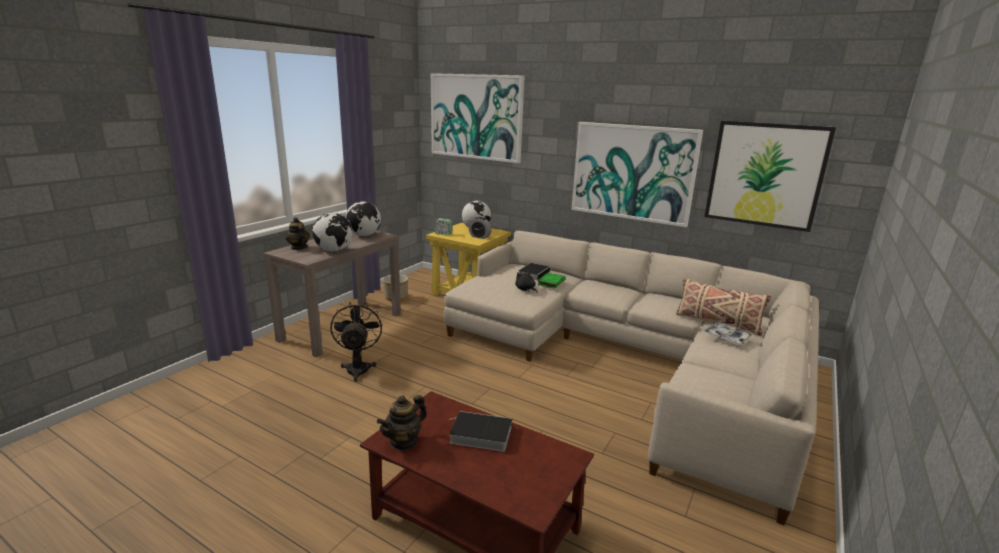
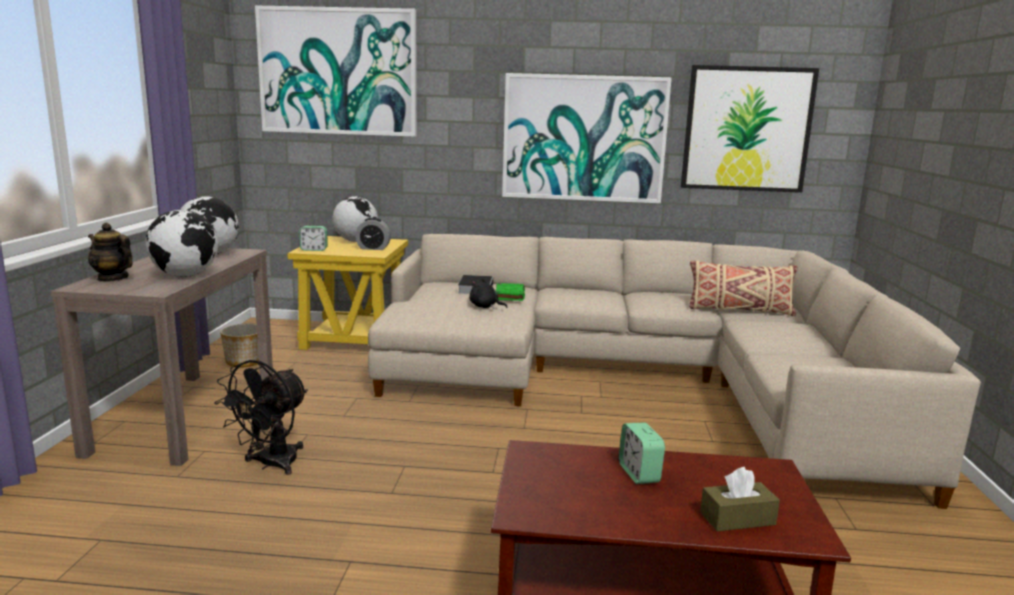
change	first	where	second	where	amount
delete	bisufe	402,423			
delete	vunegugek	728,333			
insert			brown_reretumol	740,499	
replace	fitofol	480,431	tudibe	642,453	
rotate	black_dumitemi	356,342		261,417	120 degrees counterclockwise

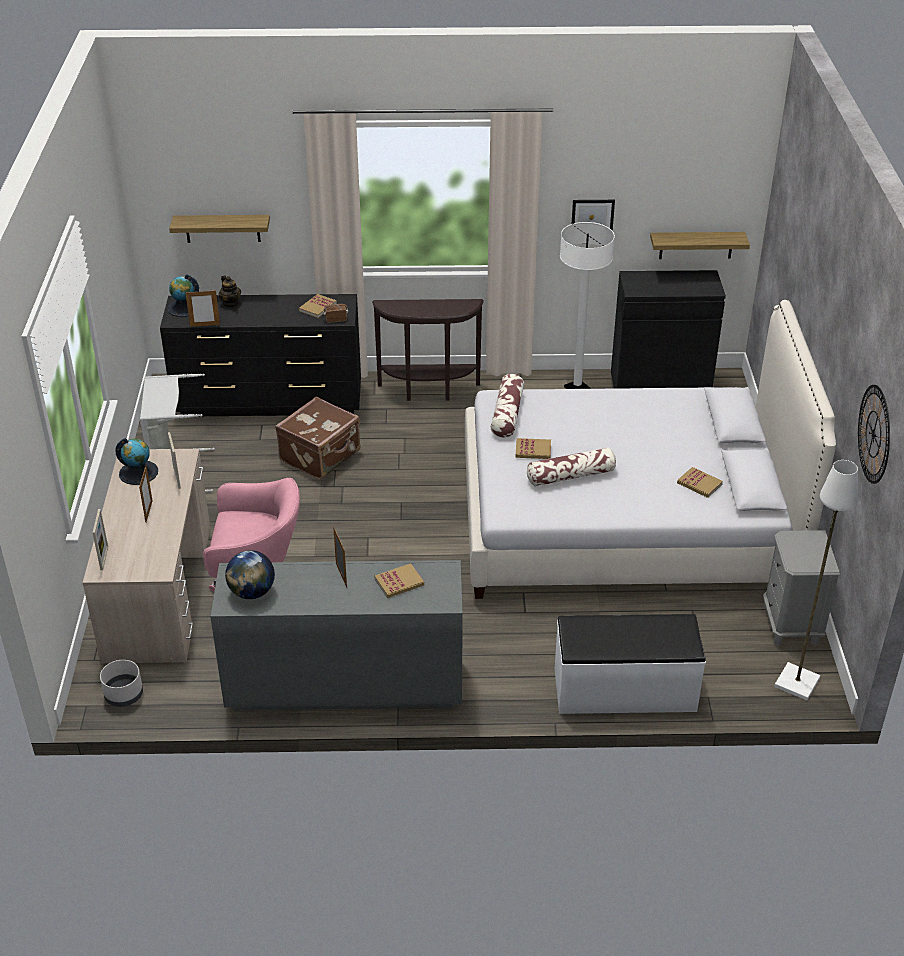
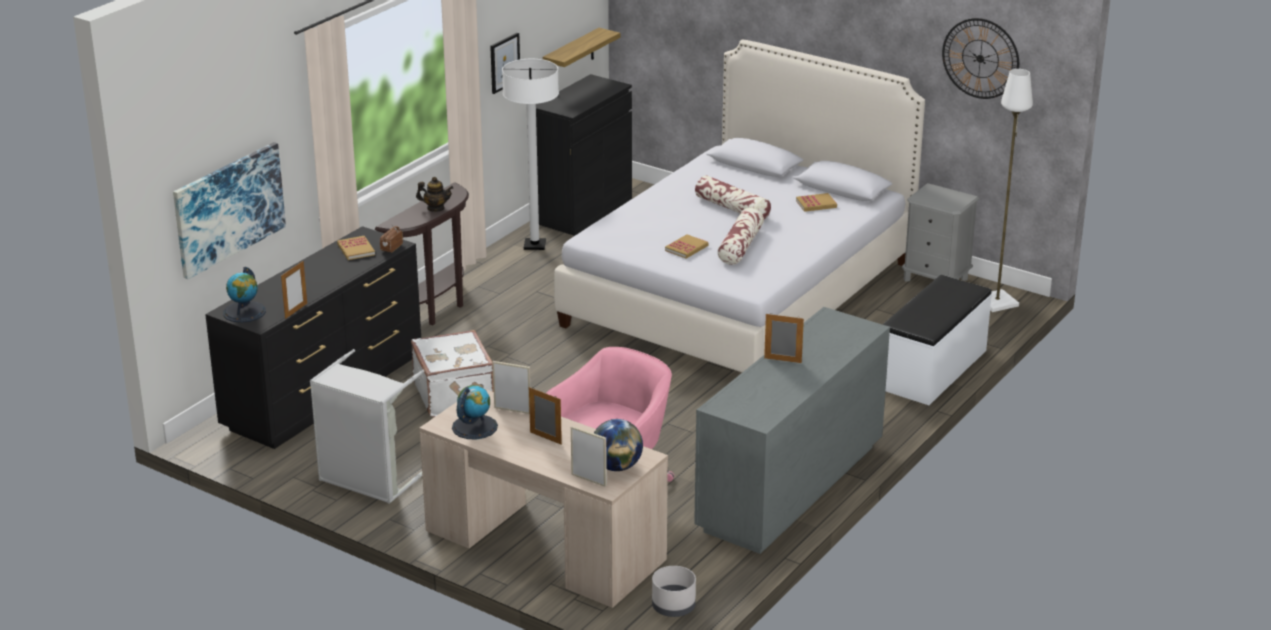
change	first	where	second	where	amount
delete	fitofol	399,580			
move	bisufe	230,291		434,194	
move	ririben	250,574		618,445	
move	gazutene	507,406		733,197	
replace	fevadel	219,229	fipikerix	229,210	
recolor	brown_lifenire	317,438	white_lifenire	452,373	

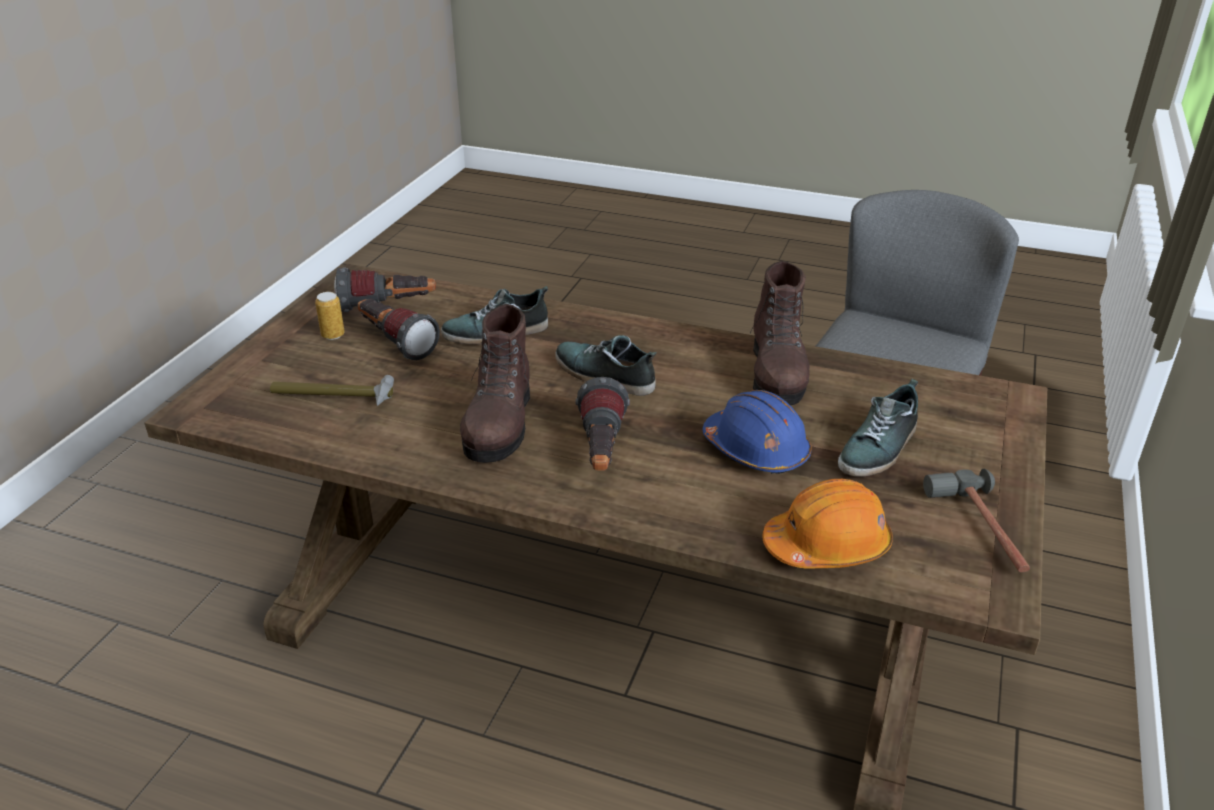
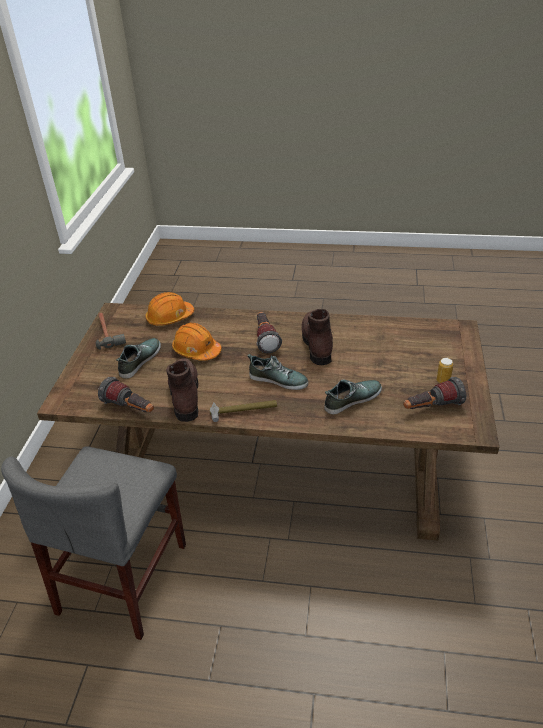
change	first	where	second	where	amount
move	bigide	332,390		243,411	
move	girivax	399,329		126,394	
recolor	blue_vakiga	757,432	orange_vakiga	197,342	

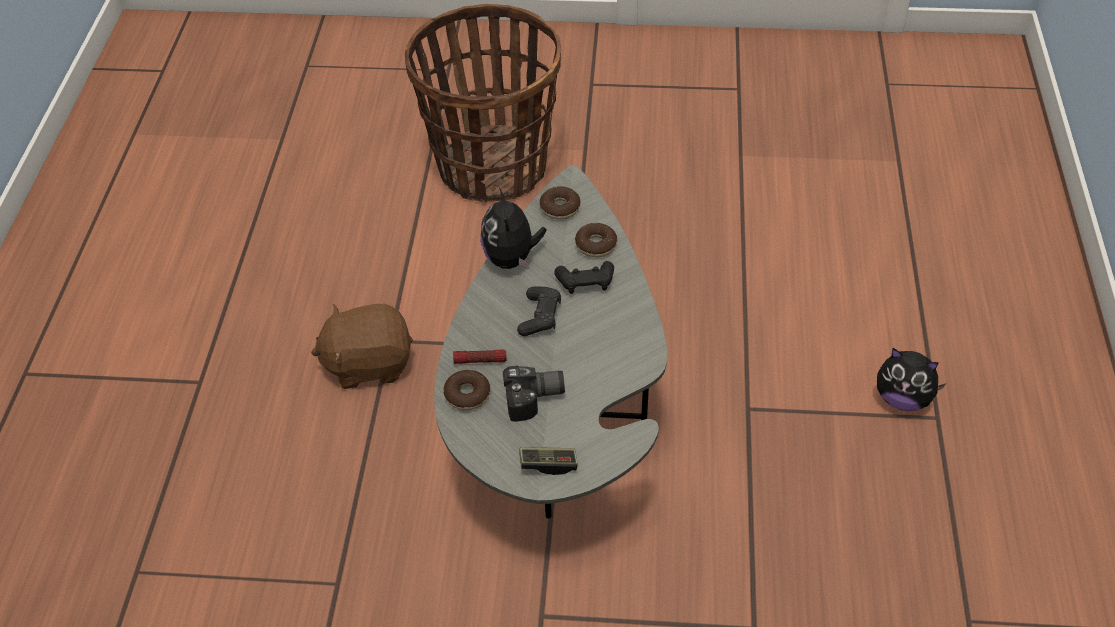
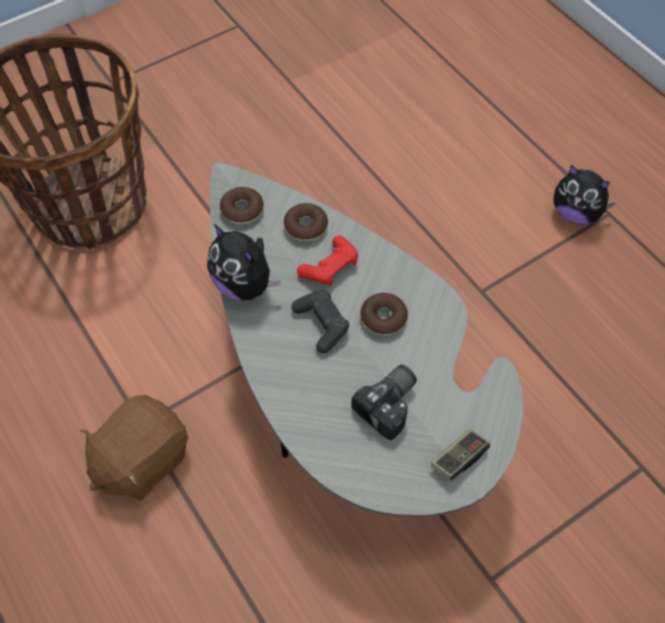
change	first	where	second	where	amount
delete	girivax	480,356			
move	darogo	467,390		384,314	
recolor	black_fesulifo	584,277	red_fesulifo	327,261	
rotate	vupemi	911,379		584,195	45 degrees clockwise

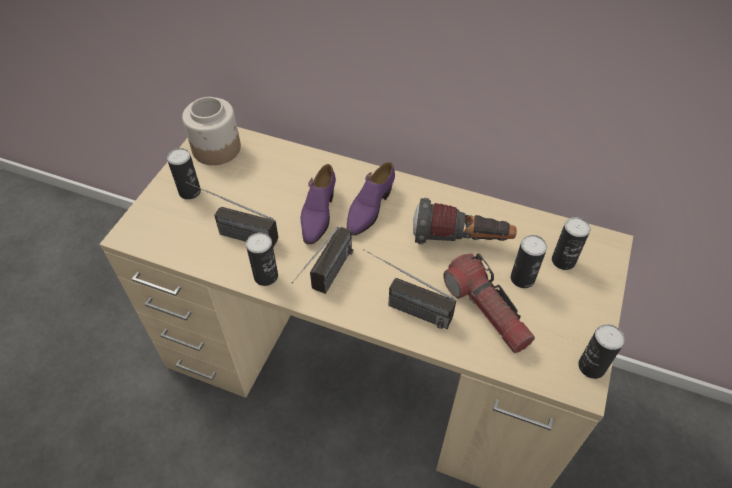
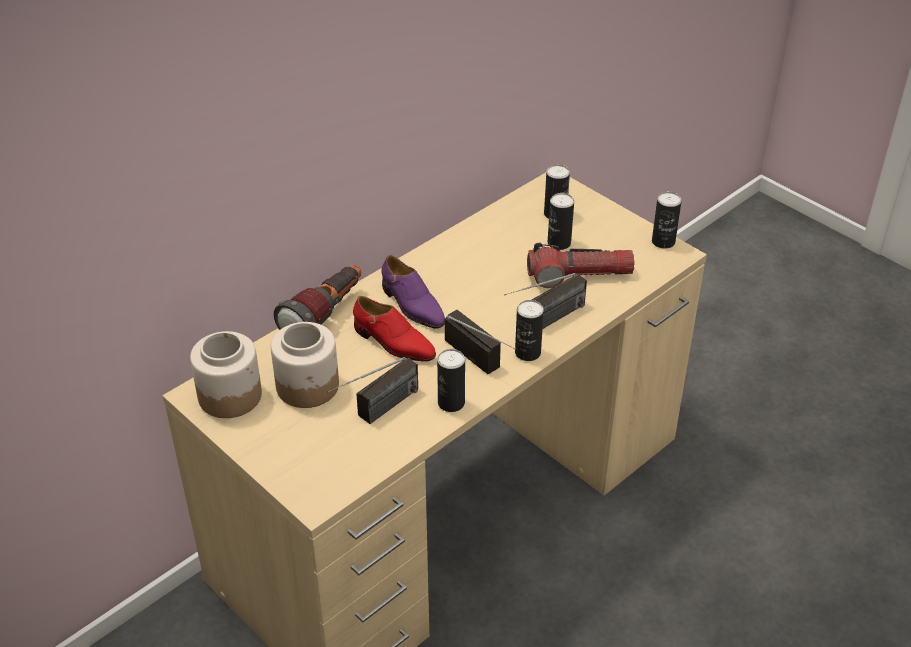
change	first	where	second	where	amount
insert			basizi	305,365	
move	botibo	184,174		529,330	
move	girivax	465,221		317,297	
recolor	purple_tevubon	318,204	red_tevubon	394,329	

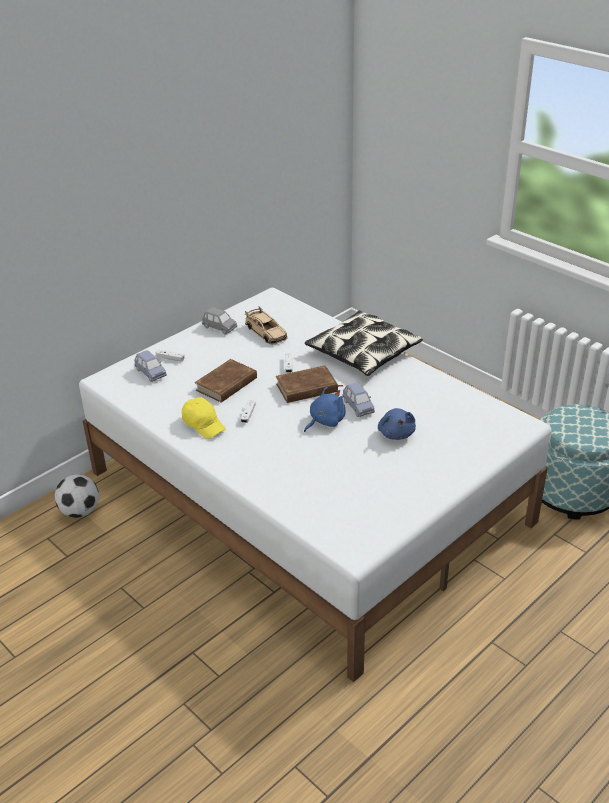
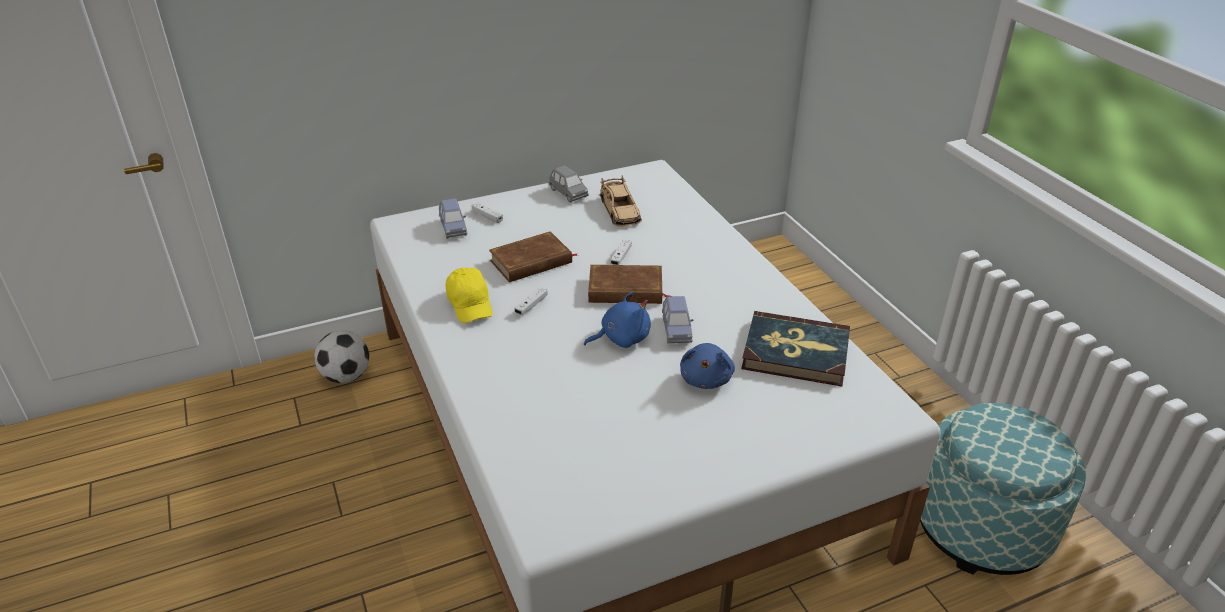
change	first	where	second	where	amount
delete	gazutene	364,343			
insert			fitofol	795,349	

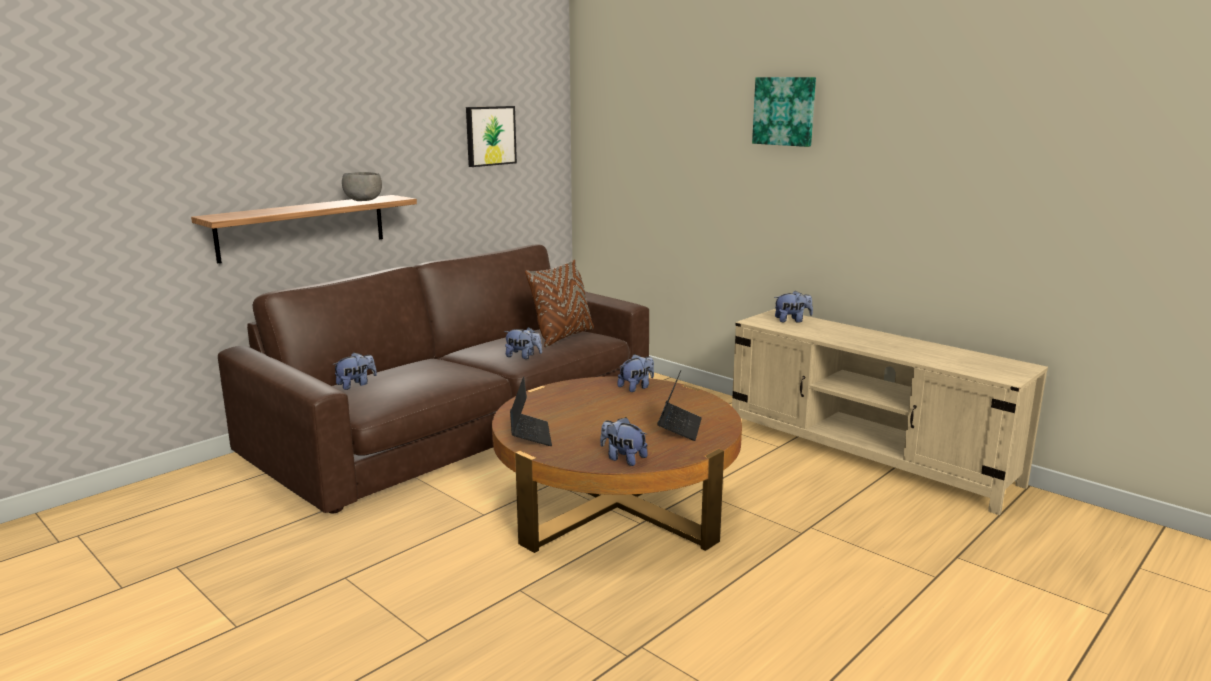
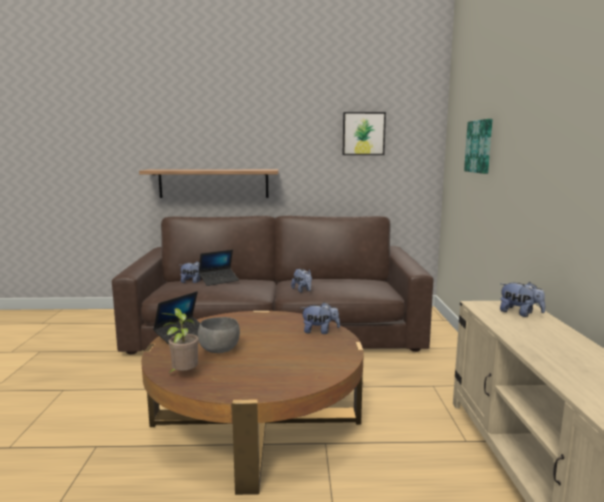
change	first	where	second	where	amount
delete	brown_gazutene	559,303			
move	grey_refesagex	362,186		219,335	
move	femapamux	679,405		218,268	
move	fipikerix	784,112		478,146	
replace	vupemi	624,441	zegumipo	180,341	

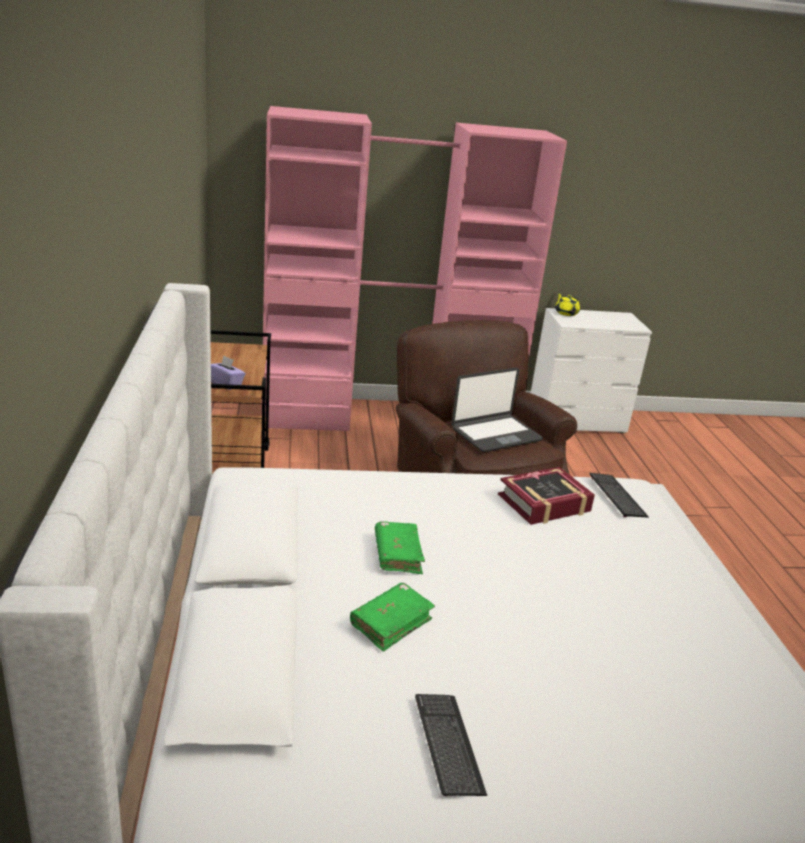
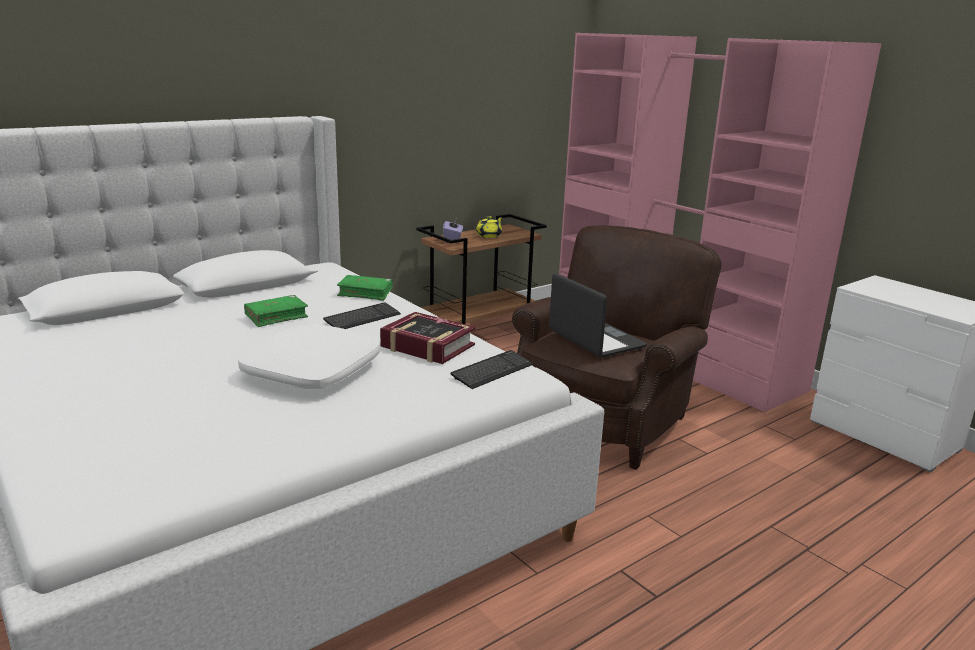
change	first	where	second	where	amount
insert			white_gazutene	309,356	
move	green_fitofol	392,617		365,288	
move	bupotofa	451,745		362,315	
move	yellow_bisufe	567,304		489,227	
rotate	femapamux	497,410		598,315	150 degrees counterclockwise

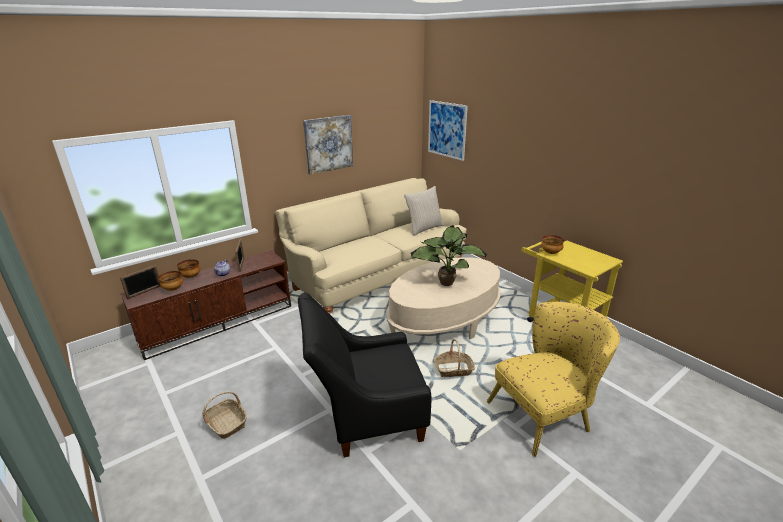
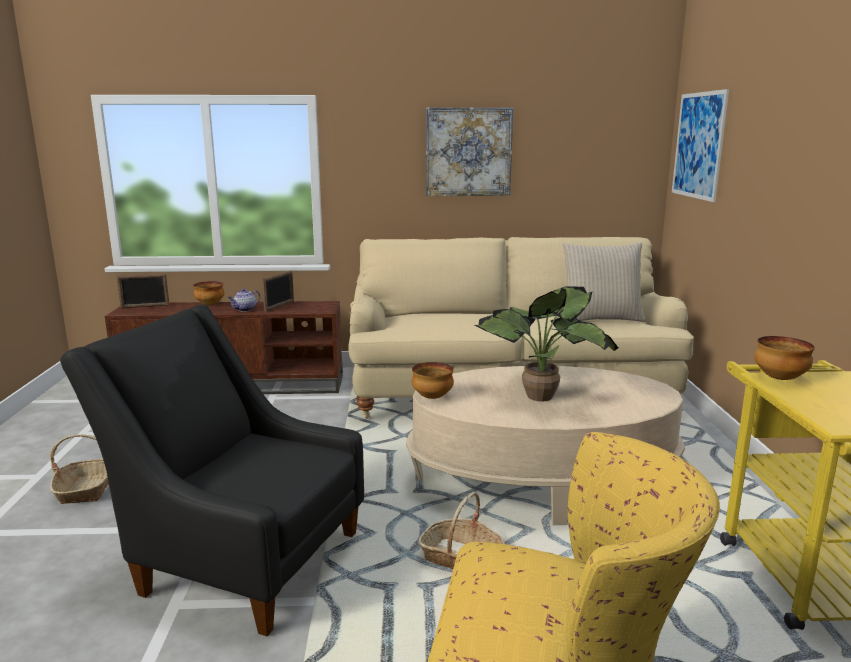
change	first	where	second	where	amount
move	refesagex	170,281		433,380	

